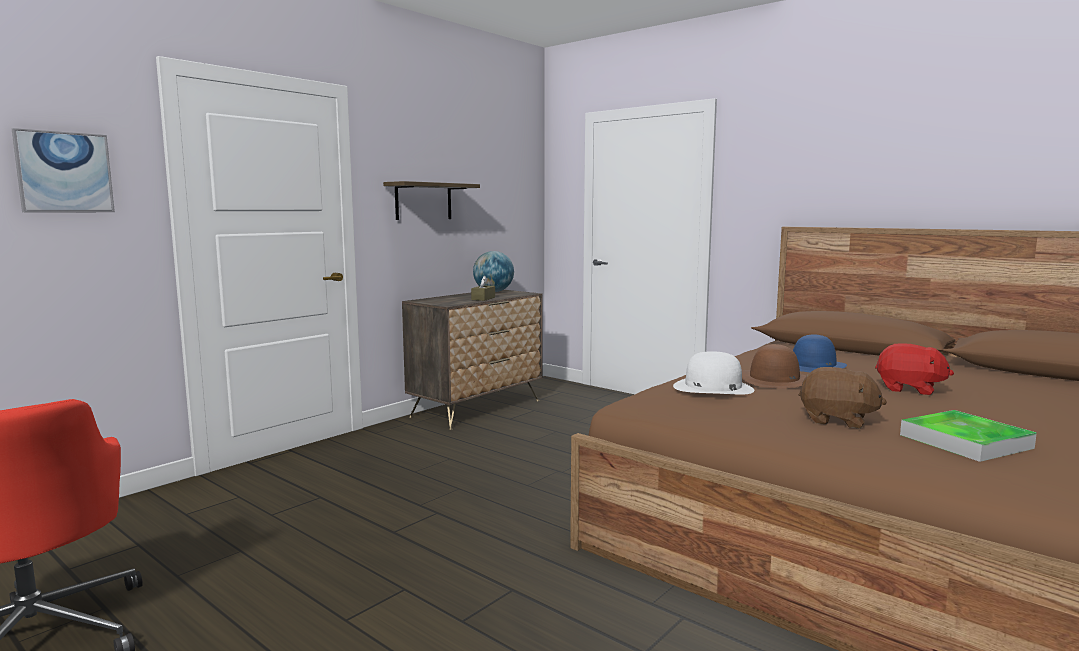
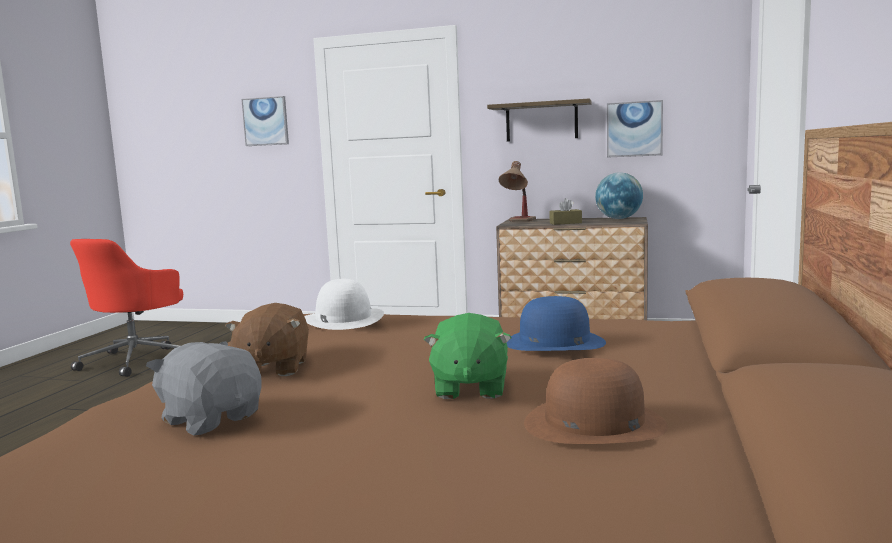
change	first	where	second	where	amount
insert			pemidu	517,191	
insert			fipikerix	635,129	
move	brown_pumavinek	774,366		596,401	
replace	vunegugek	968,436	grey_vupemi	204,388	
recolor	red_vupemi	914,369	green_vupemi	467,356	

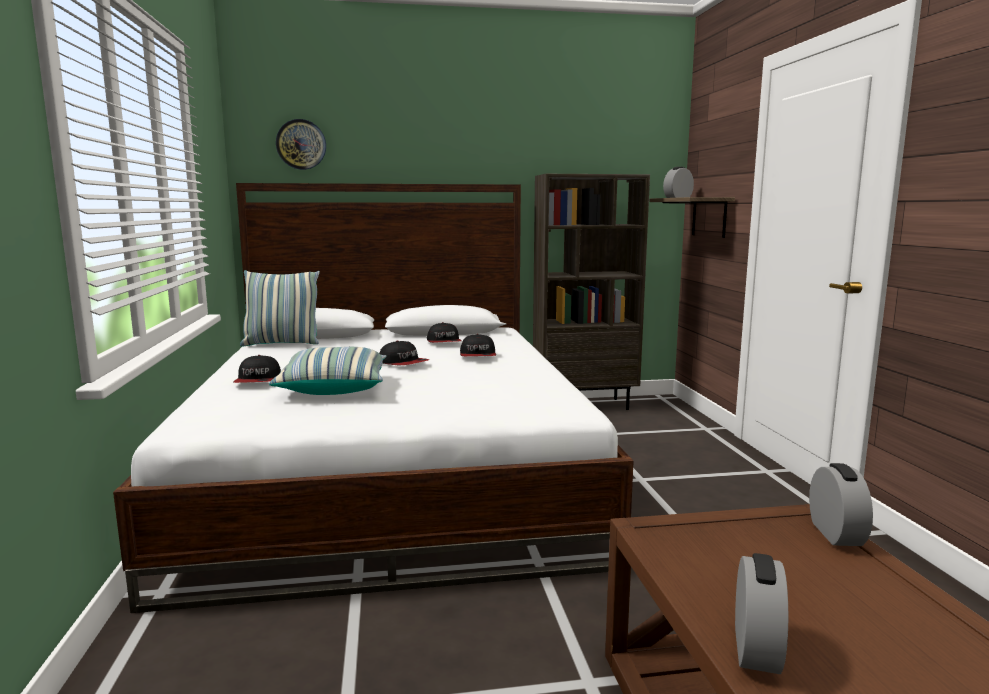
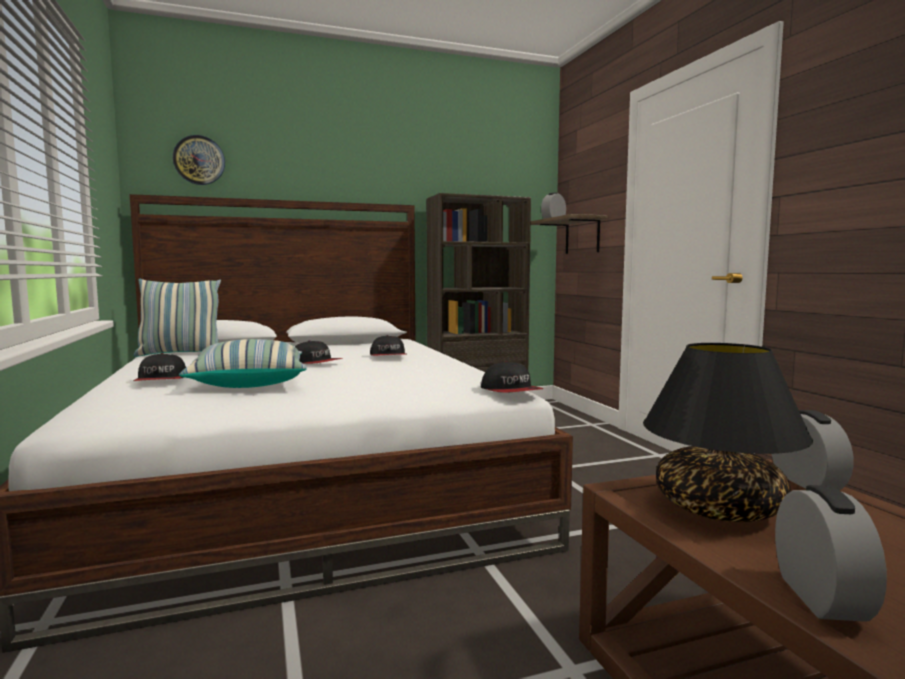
change	first	where	second	where	amount
insert			black_pemidu	728,432	
move	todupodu	444,332		512,377	

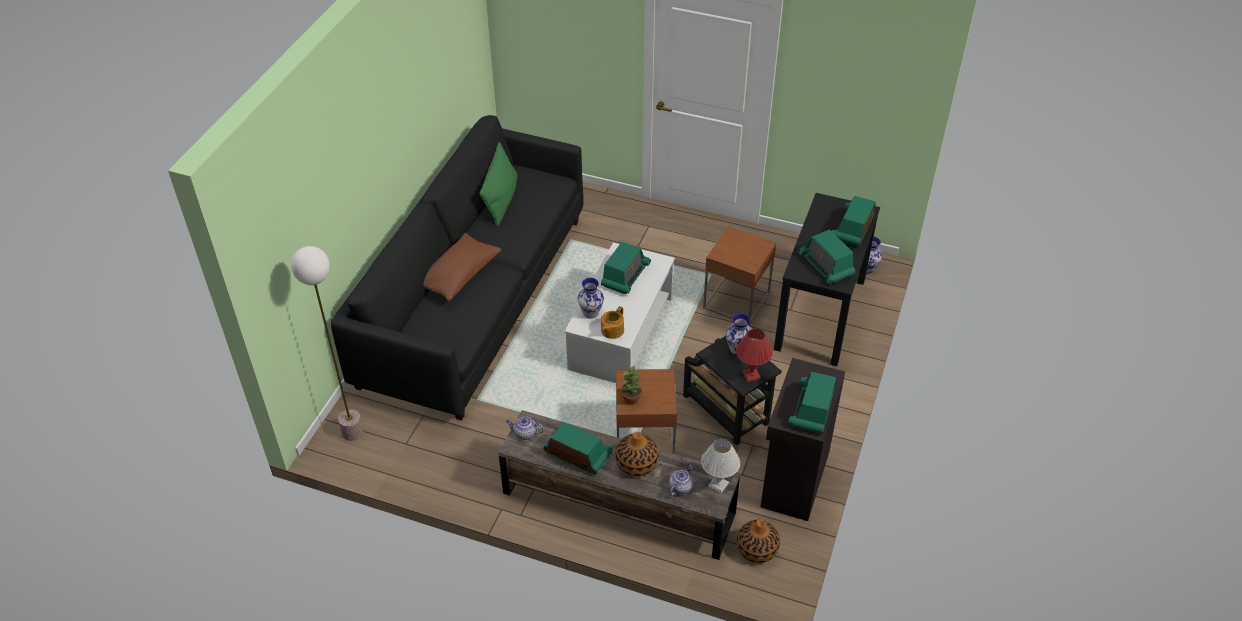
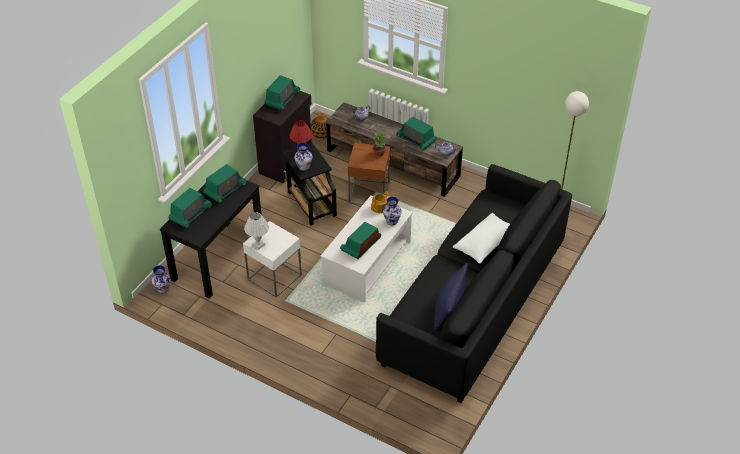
change	first	where	second	where	amount
delete	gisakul	637,454			
move	white_pemidu	720,466		256,231	
recolor	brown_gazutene	462,267	white_gazutene	481,238	
recolor	green_gazutene	498,184	blue_gazutene	451,297	
recolor	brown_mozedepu	739,275	white_mozedepu	272,259	
rotate	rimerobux	826,256		225,183	60 degrees clockwise

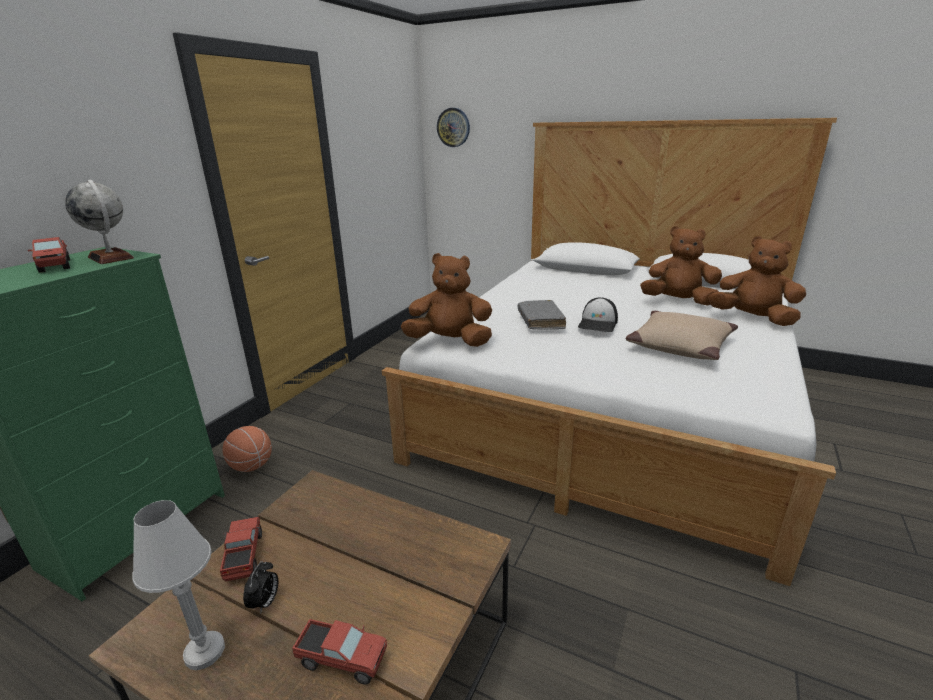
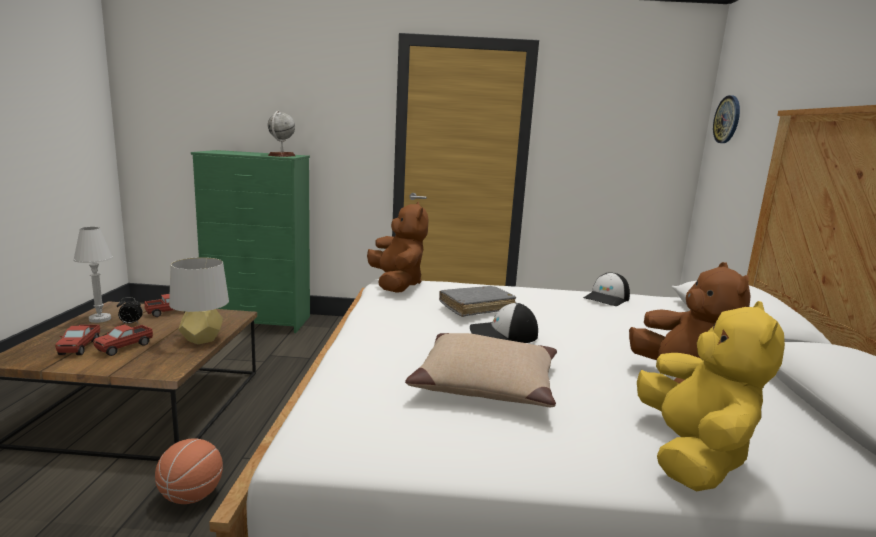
change	first	where	second	where	amount
insert			grey_pemidu	199,300	
insert			todupodu	606,289	
move	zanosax	49,255		123,340	
move	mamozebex	247,449		189,471	
recolor	brown_vupemi	757,281	yellow_vupemi	711,396	

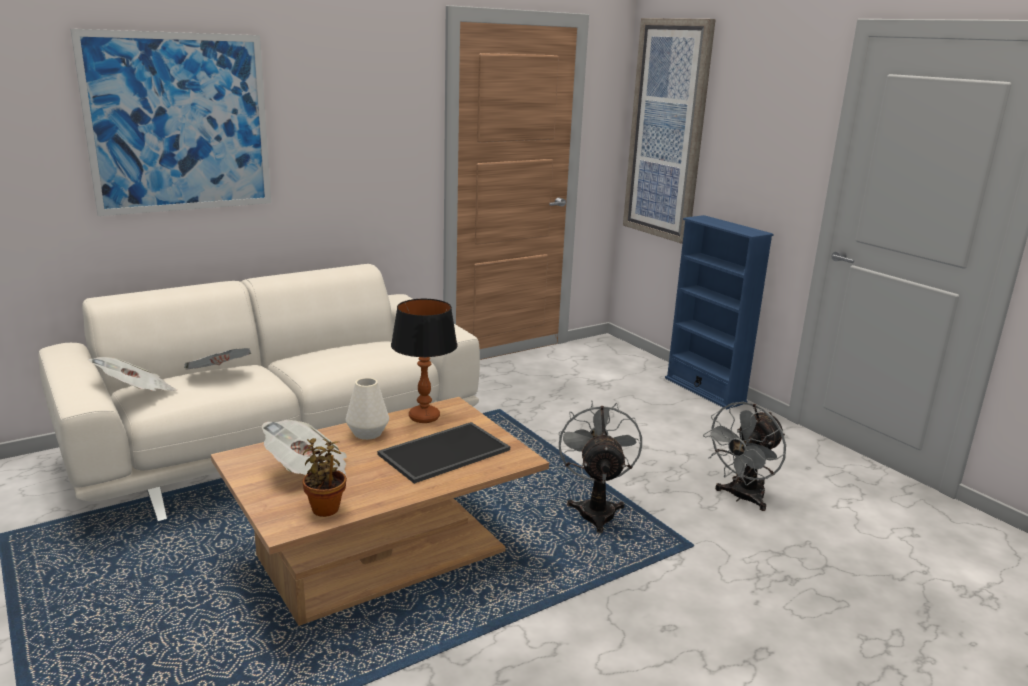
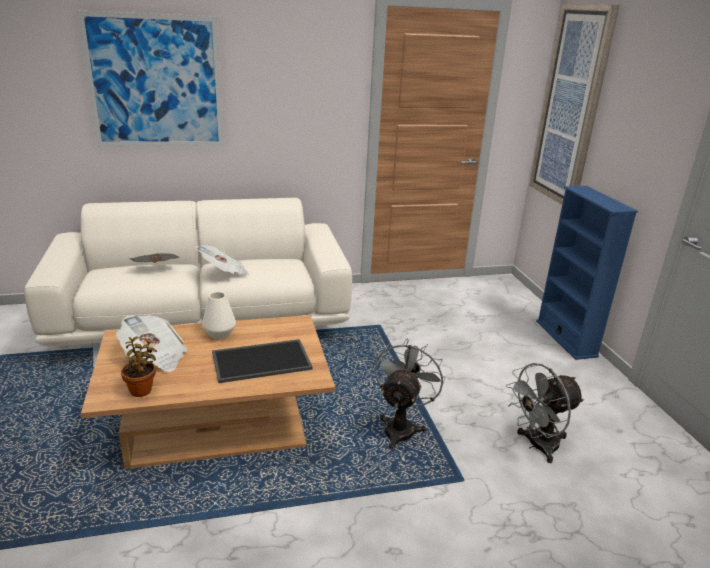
change	first	where	second	where	amount
delete	pemidu	424,361			
move	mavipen	132,374		222,260	

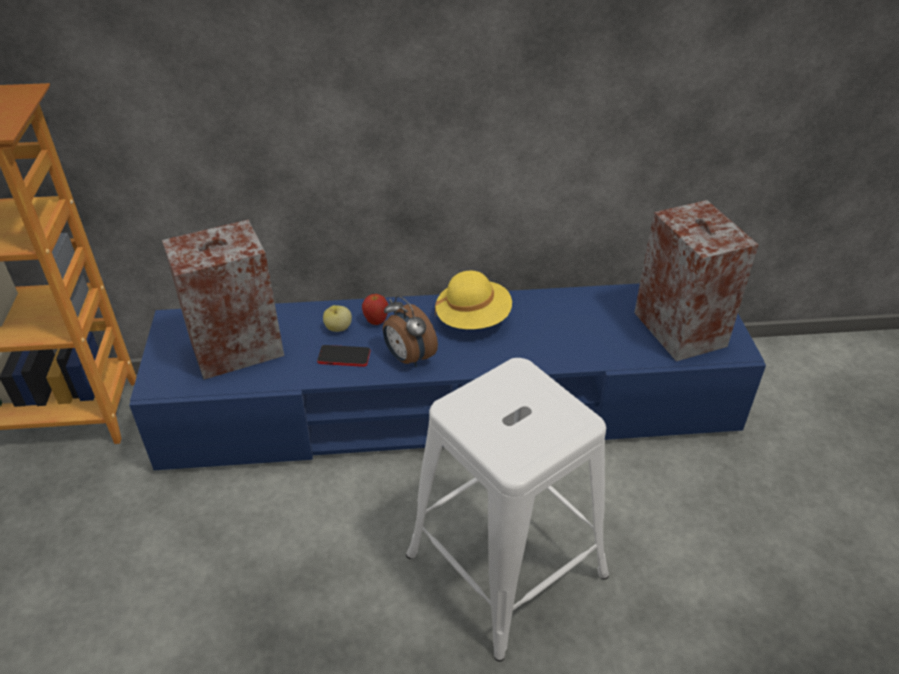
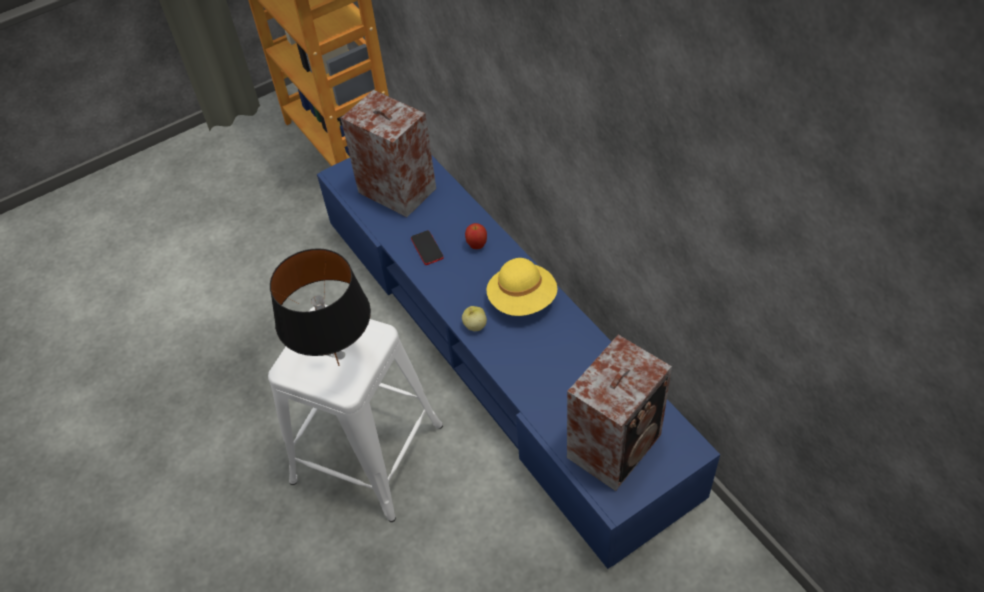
change	first	where	second	where	amount
delete	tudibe	410,331			
insert			black_pemidu	320,307	
move	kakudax	337,318		474,318	

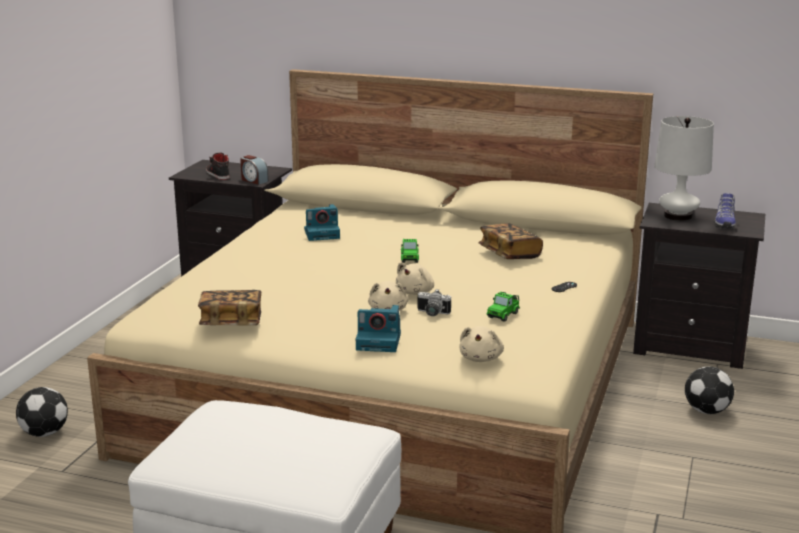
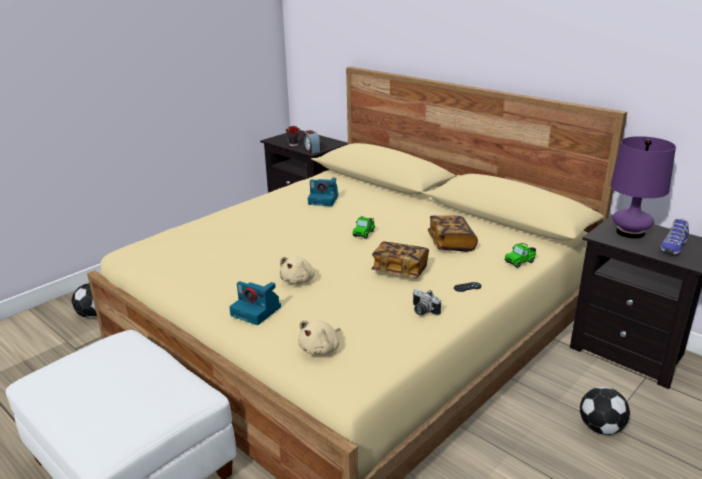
change	first	where	second	where	amount
delete	beige_vupemi	415,278			
move	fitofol	229,308		400,260	
move	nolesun	434,302		427,302	
move	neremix	503,307		520,255	
recolor	white_pemidu	684,168	purple_pemidu	643,187	

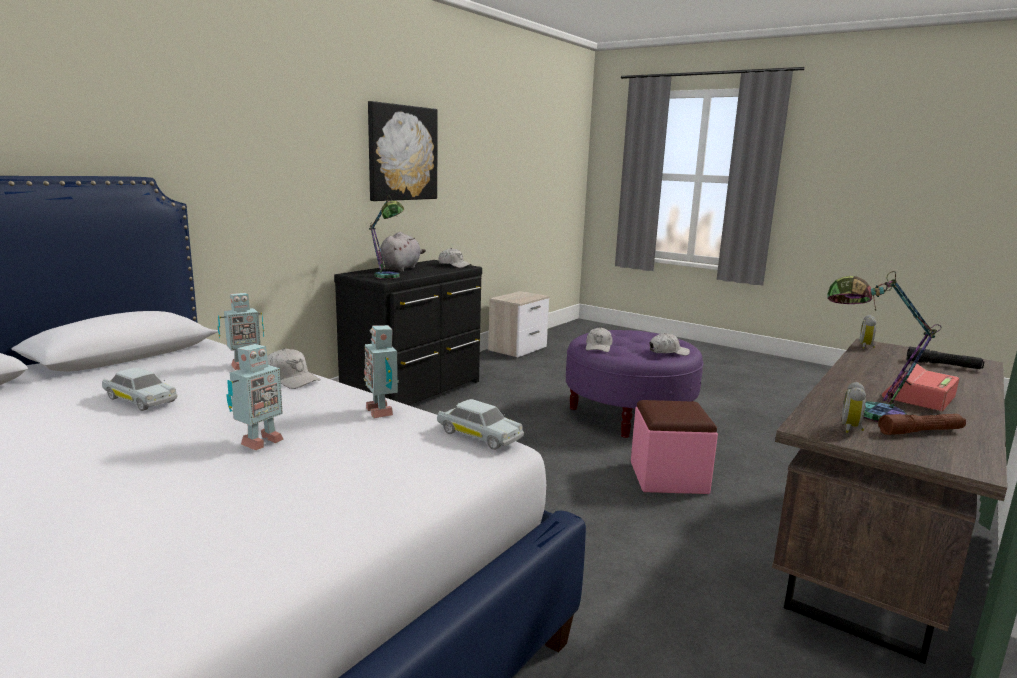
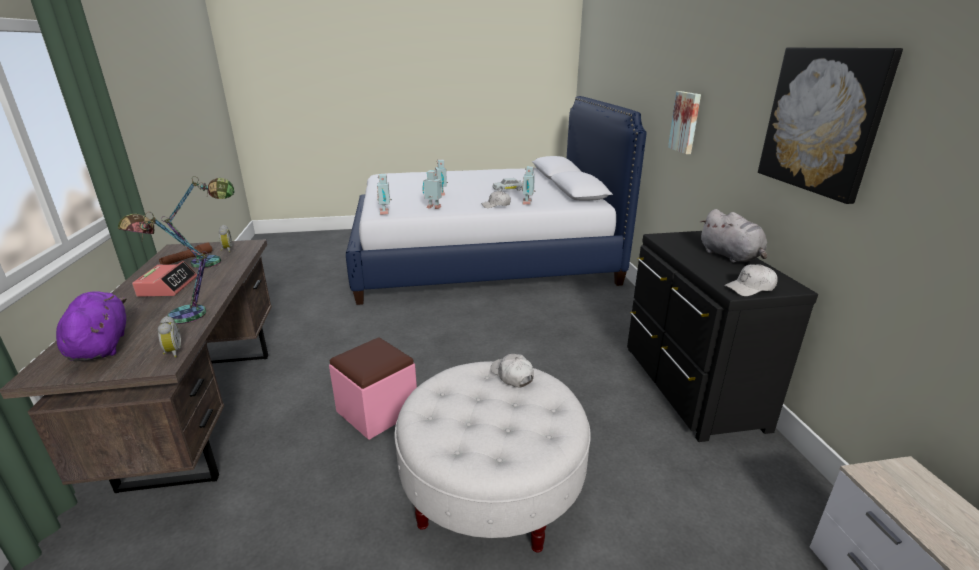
change	first	where	second	where	amount
delete	white_todupodu	670,344			
insert			fipikerix	684,122	
move	pemidu	386,237		163,268	
replace	white_neremix	480,424	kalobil	384,194	
replace	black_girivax	945,358	purple_vupemi	91,326	
recolor	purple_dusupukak	634,384	white_dusupukak	493,457	

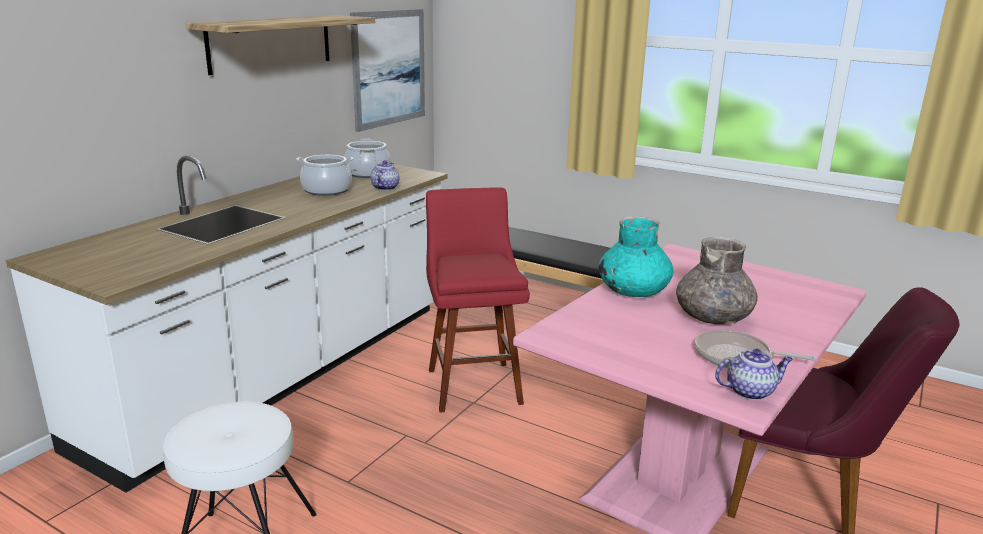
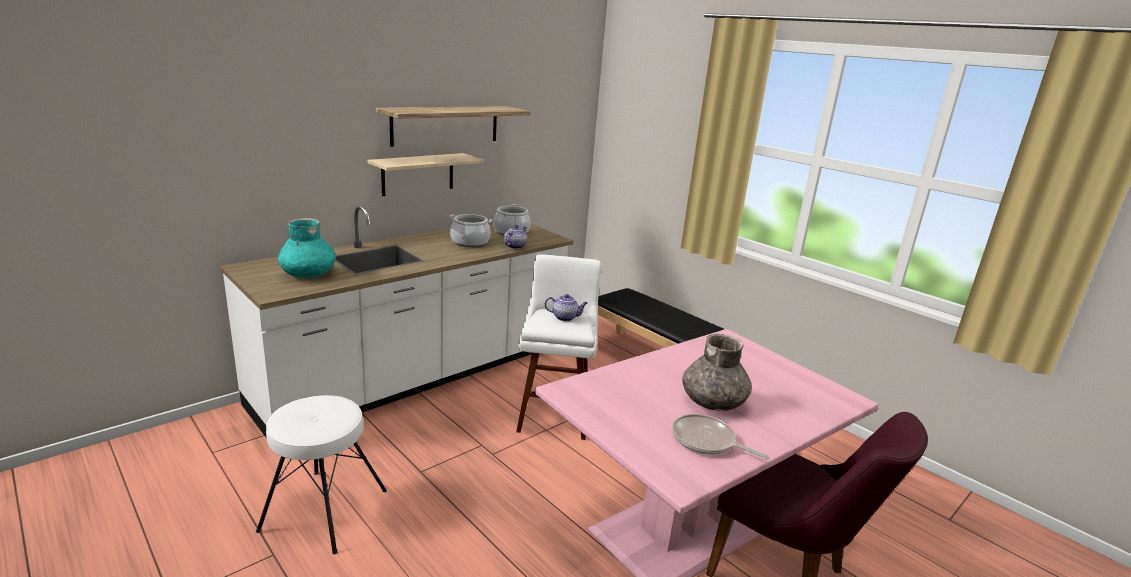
change	first	where	second	where	amount
delete	fipikerix	387,70			
insert			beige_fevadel	425,174	
move	turquoise_gisakul	636,256		307,248	
move	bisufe	754,374		566,307	
recolor	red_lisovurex	478,300	white_lisovurex	558,347	

